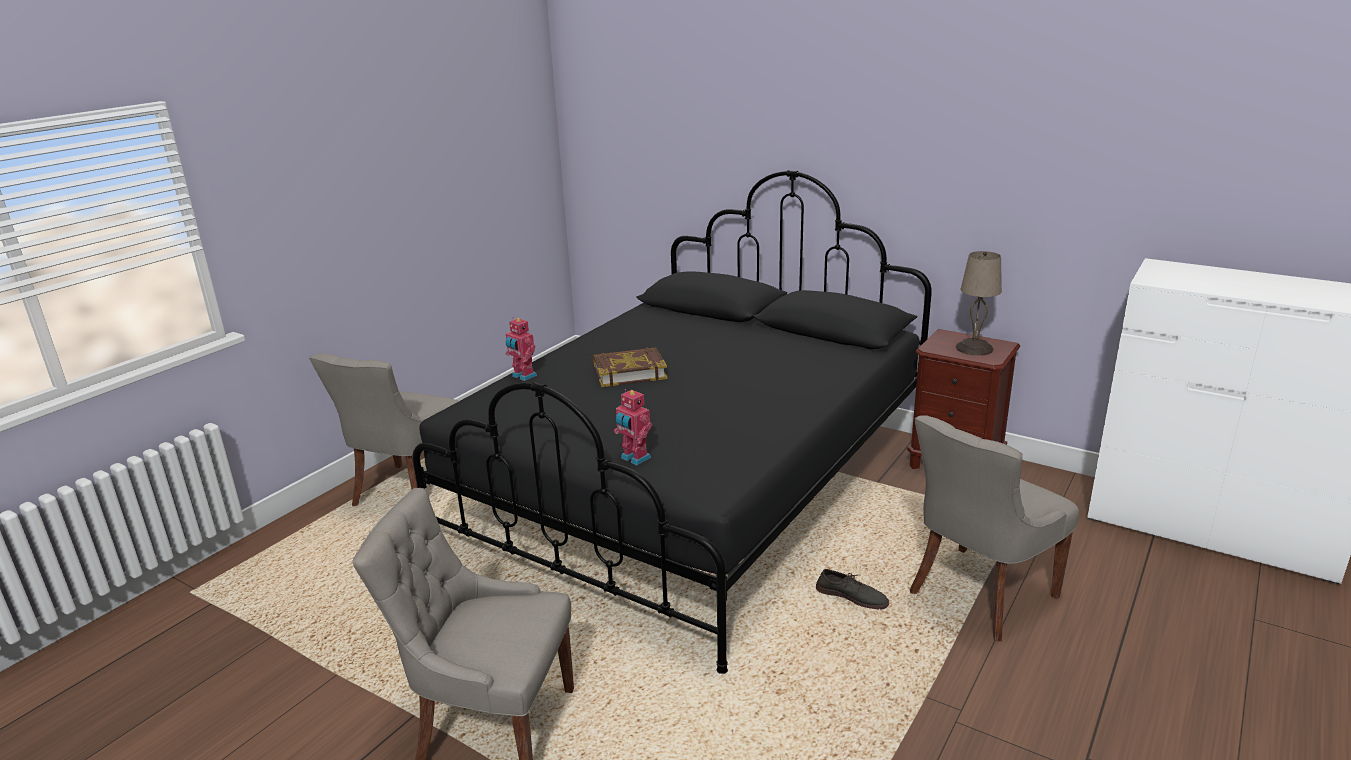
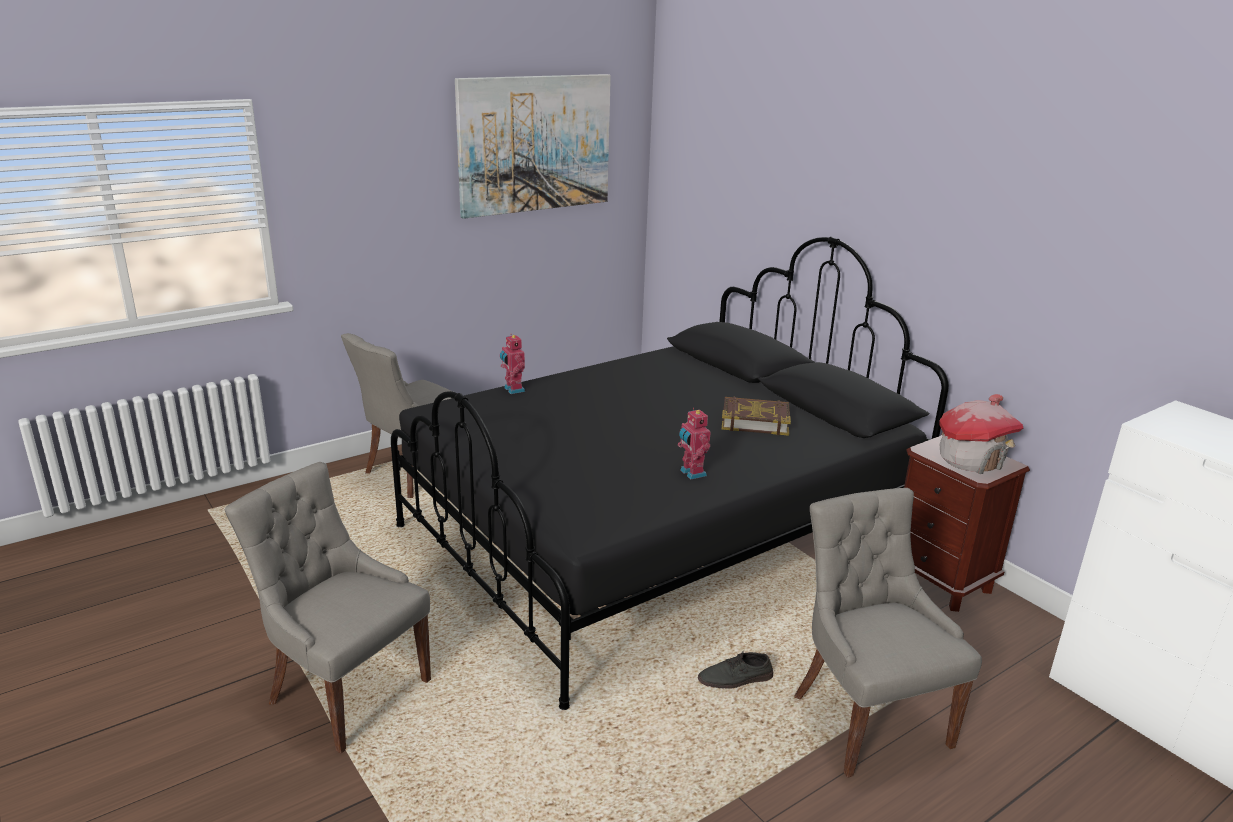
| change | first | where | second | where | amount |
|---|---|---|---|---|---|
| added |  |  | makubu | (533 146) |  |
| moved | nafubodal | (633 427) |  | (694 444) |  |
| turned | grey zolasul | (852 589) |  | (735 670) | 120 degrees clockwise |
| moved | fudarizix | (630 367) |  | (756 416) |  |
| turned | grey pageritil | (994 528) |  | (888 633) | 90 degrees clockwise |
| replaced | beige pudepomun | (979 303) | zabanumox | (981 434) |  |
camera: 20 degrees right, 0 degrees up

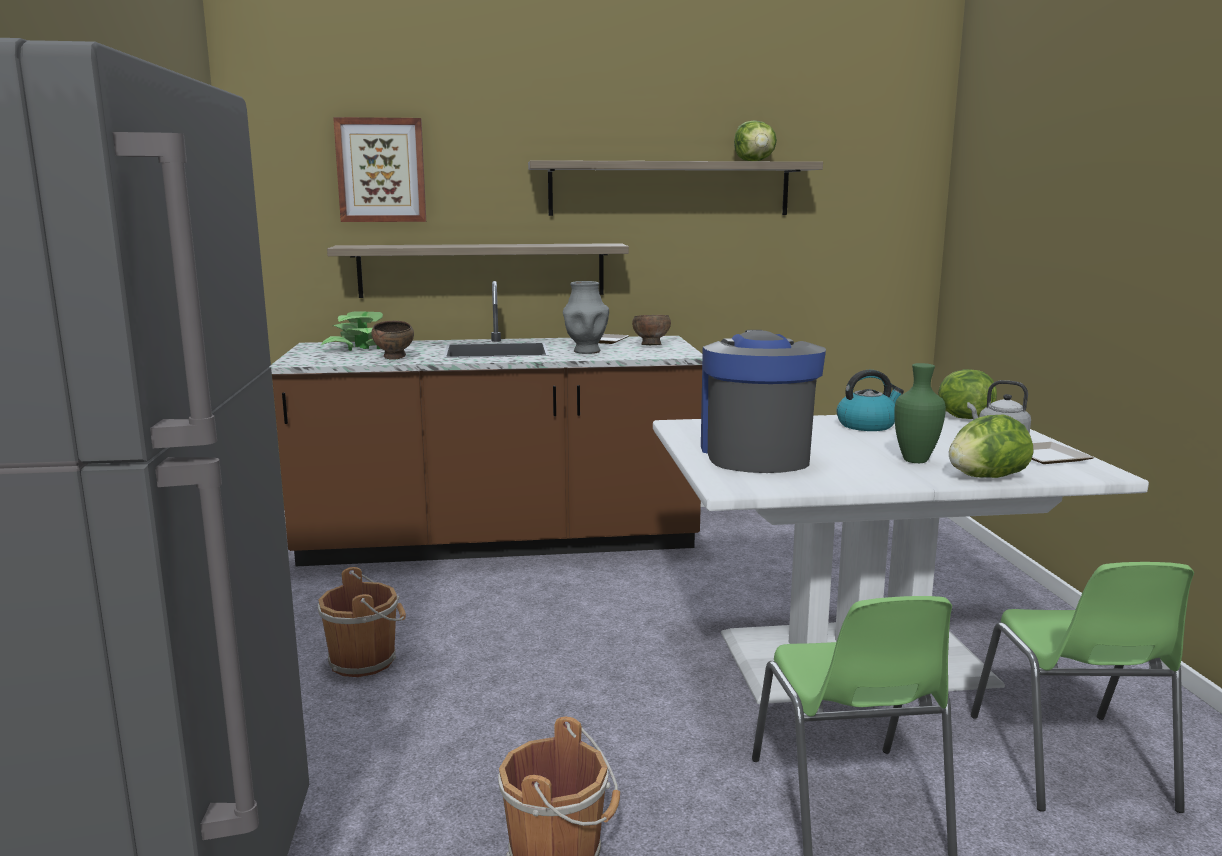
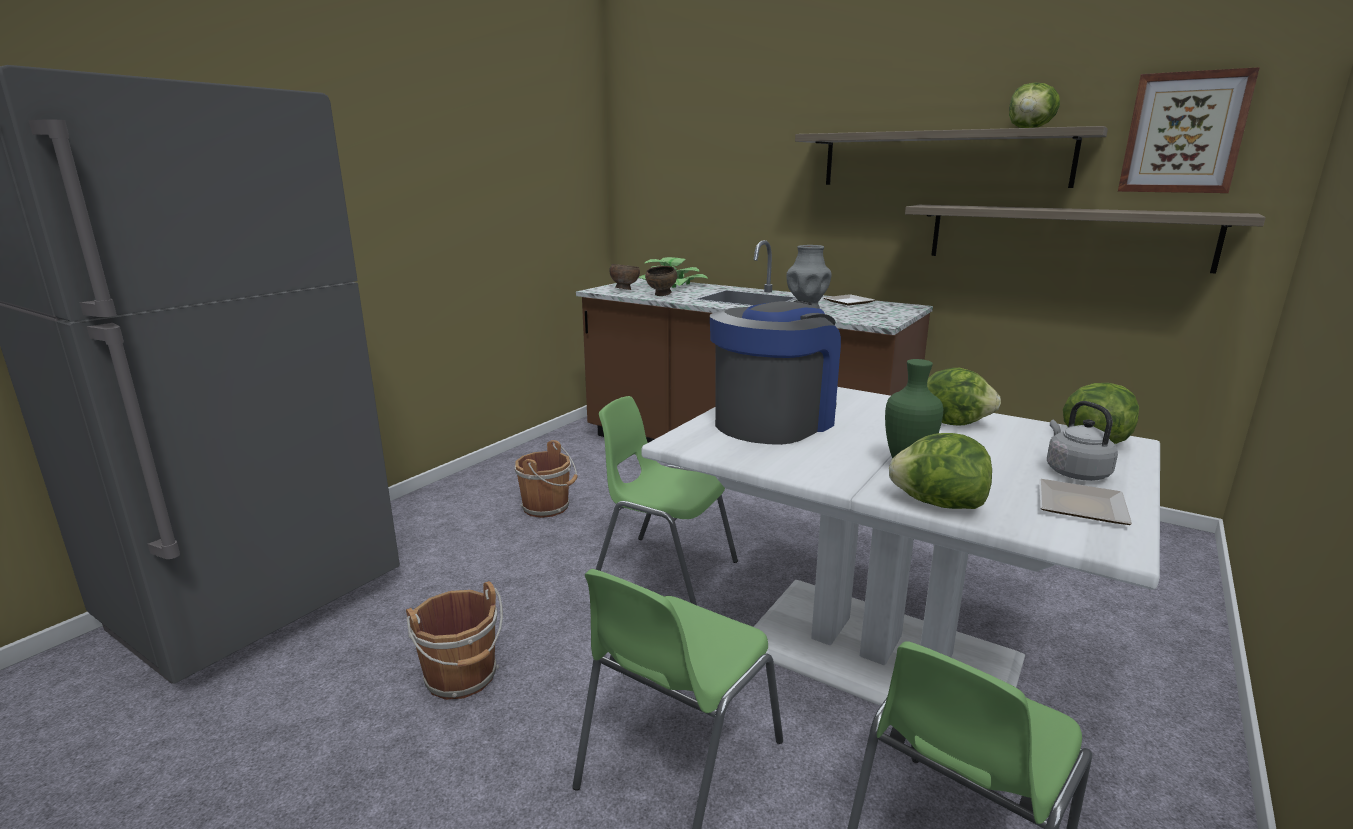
| change | first | where | second | where | amount |
|---|---|---|---|---|---|
| added |  |  | green pageritil | (667 500) |  |
| moved | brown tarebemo | (651 330) |  | (624 277) |  |
| moved | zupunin | (478 270) |  | (1085 239) |  |
| replaced | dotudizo | (870 400) | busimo | (964 397) |  |
| moved | makubu | (379 169) |  | (1189 130) |  |
camera: 40 degrees right, 5 degrees up

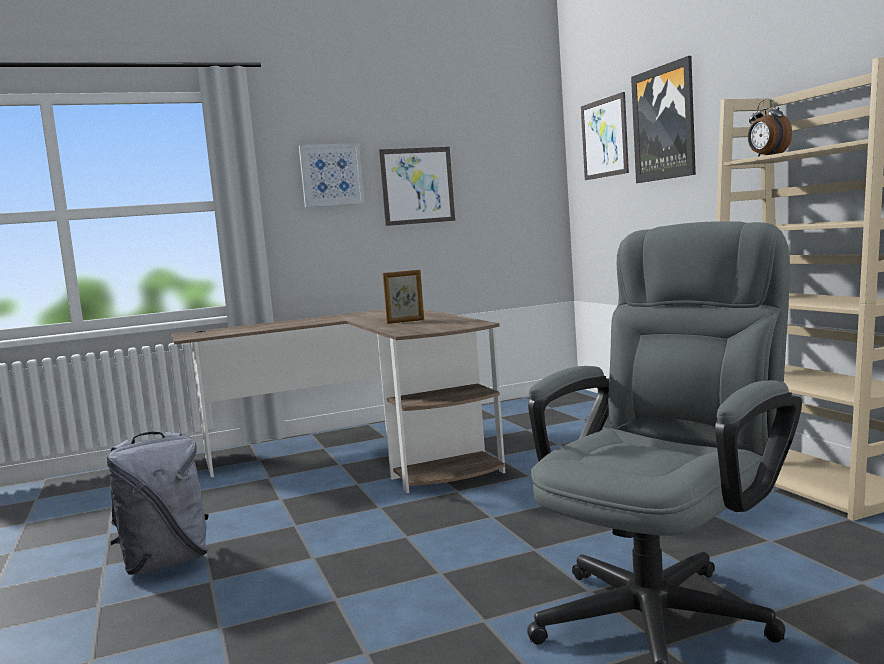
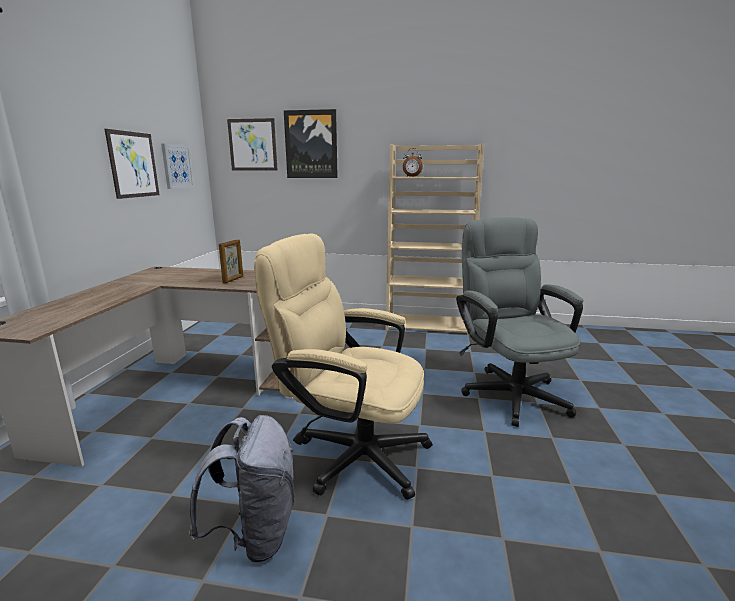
| change | first | where | second | where | amount |
|---|---|---|---|---|---|
| moved | makubu | (331 175) |  | (177 166) |  |
| added |  |  | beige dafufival | (343 366) |  |
camera: 60 degrees left, 10 degrees up

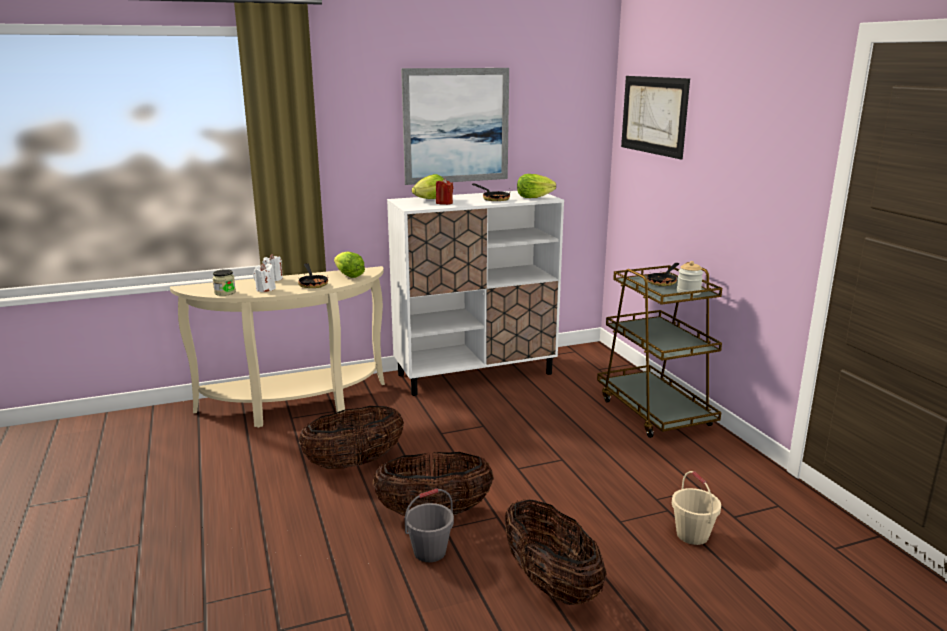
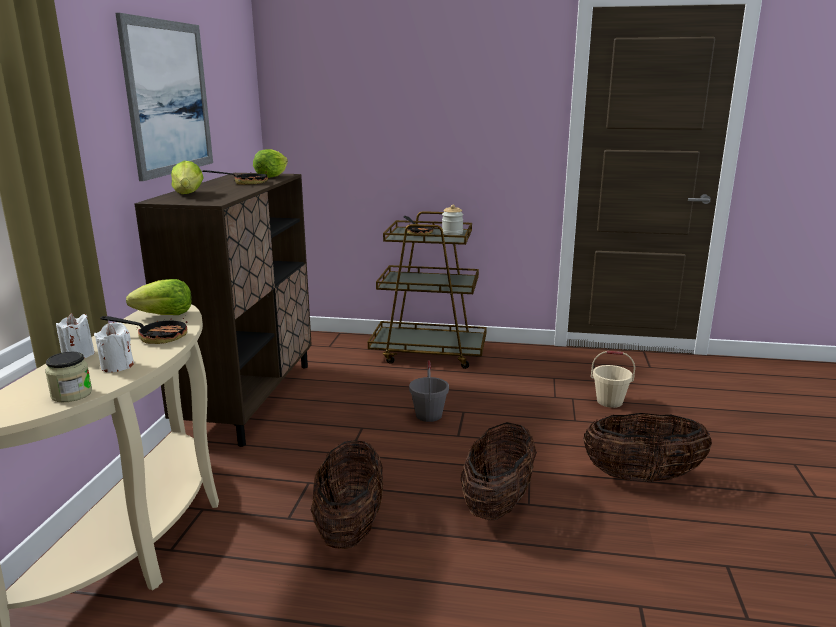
| change | first | where | second | where | amount |
|---|---|---|---|---|---|
| recoloured | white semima | (475 293) | brown semima | (223 310) |  |
| moved | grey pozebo | (429 525) |  | (429 391) |  |
| removed | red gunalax | (444 191) |  |  |  |
| removed | makubu | (655 117) |  |  |  |
camera: 60 degrees left, 0 degrees up

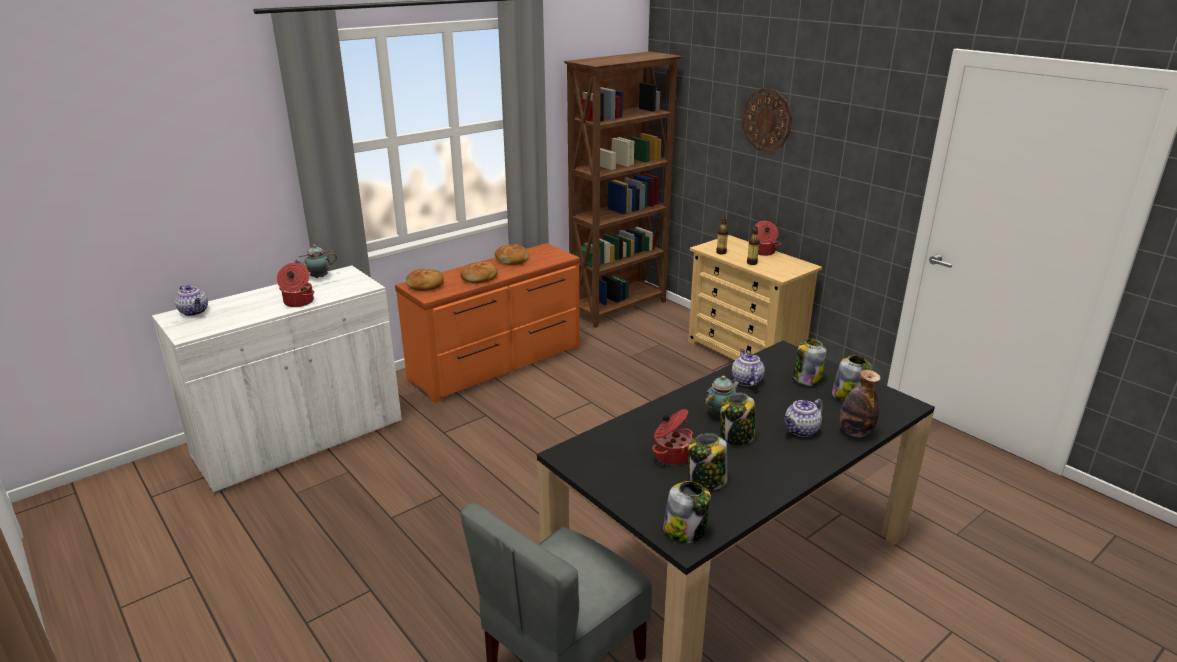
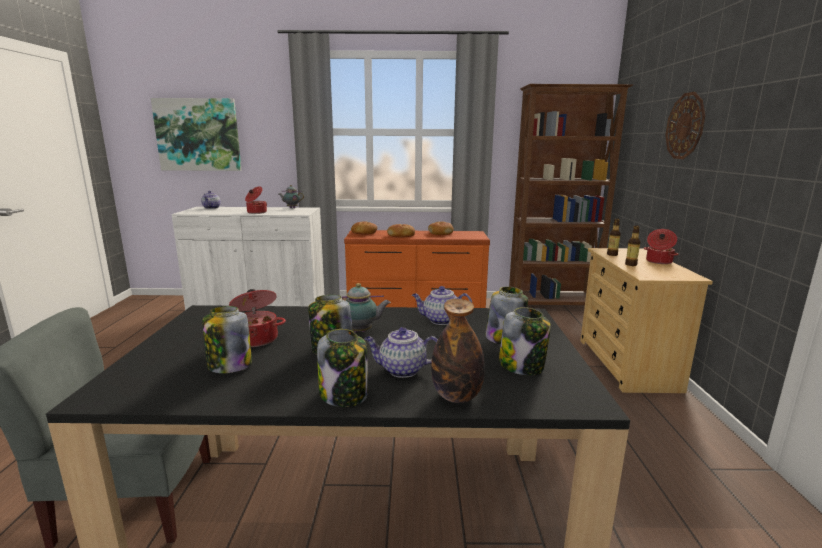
| change | first | where | second | where | amount |
|---|---|---|---|---|---|
| added |  |  | makubu | (196 134) |  |
| moved | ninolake | (687 512) |  | (342 368) |  |
| turned | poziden | (748 367) |  | (442 305) | 120 degrees counterclockwise |
camera: 40 degrees right, 10 degrees down

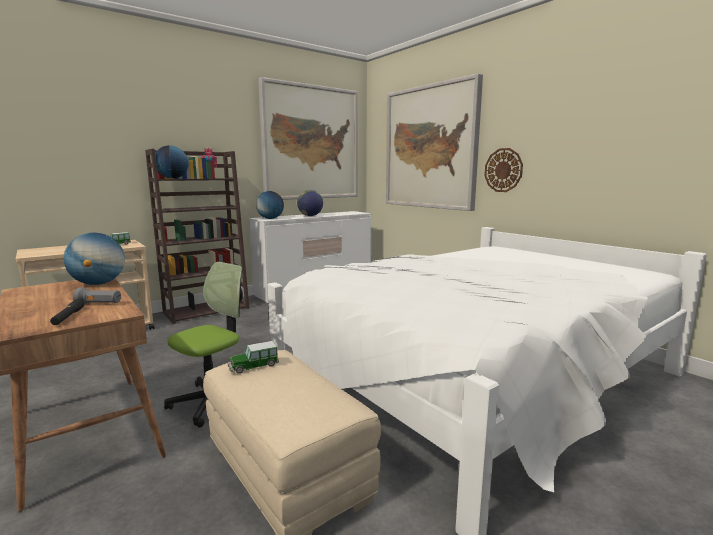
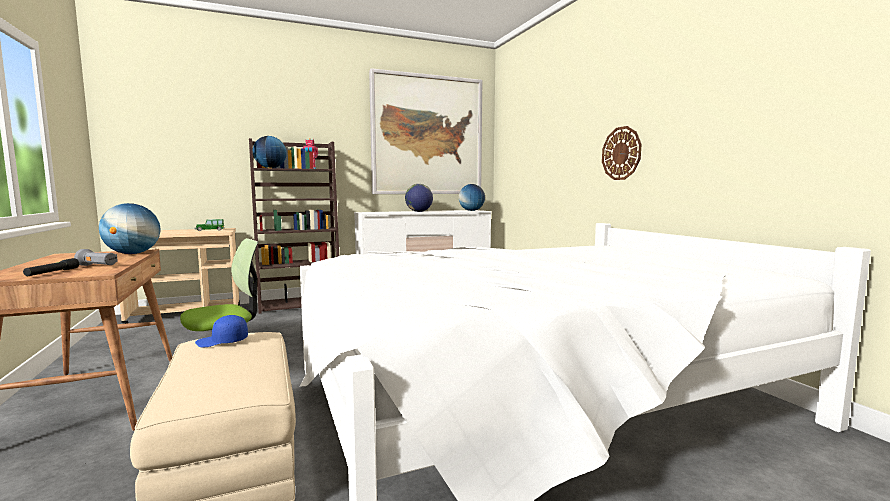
| change | first | where | second | where | amount |
|---|---|---|---|---|---|
| replaced | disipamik | (253 357) | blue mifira | (221 331) |  |
| moved | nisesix | (270 205) |  | (472 197) |  |
| removed | makubu | (434 142) |  |  |  |
camera: 15 degrees right, 5 degrees down

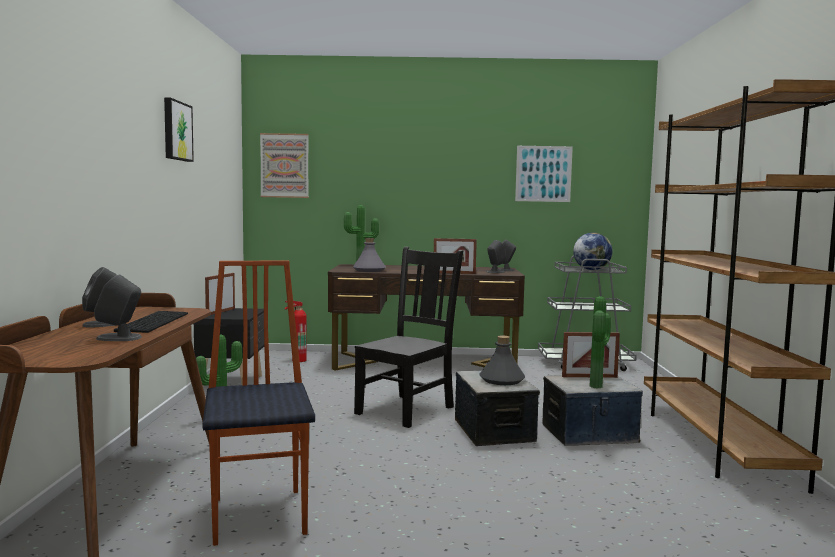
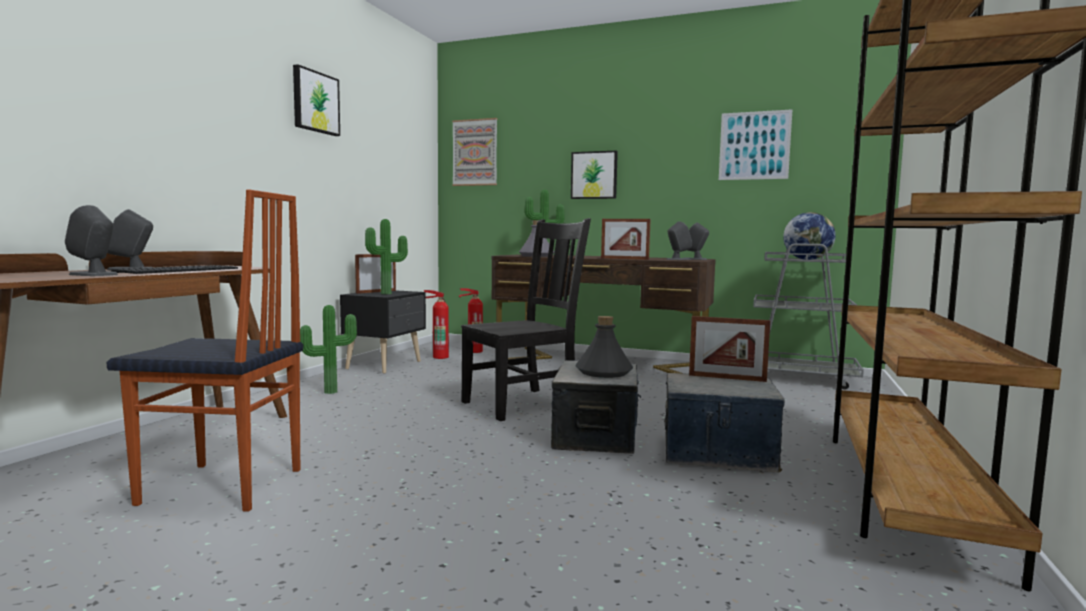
| change | first | where | second | where | amount |
|---|---|---|---|---|---|
| turned | pageritil | (259 403) |  | (205 350) | 90 degrees clockwise |
| moved | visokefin | (600 342) |  | (386 256) |  |
| added |  |  | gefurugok | (436 324) |  |
| added |  |  | makubu | (594 175) |  |
camera: 20 degrees right, 0 degrees up

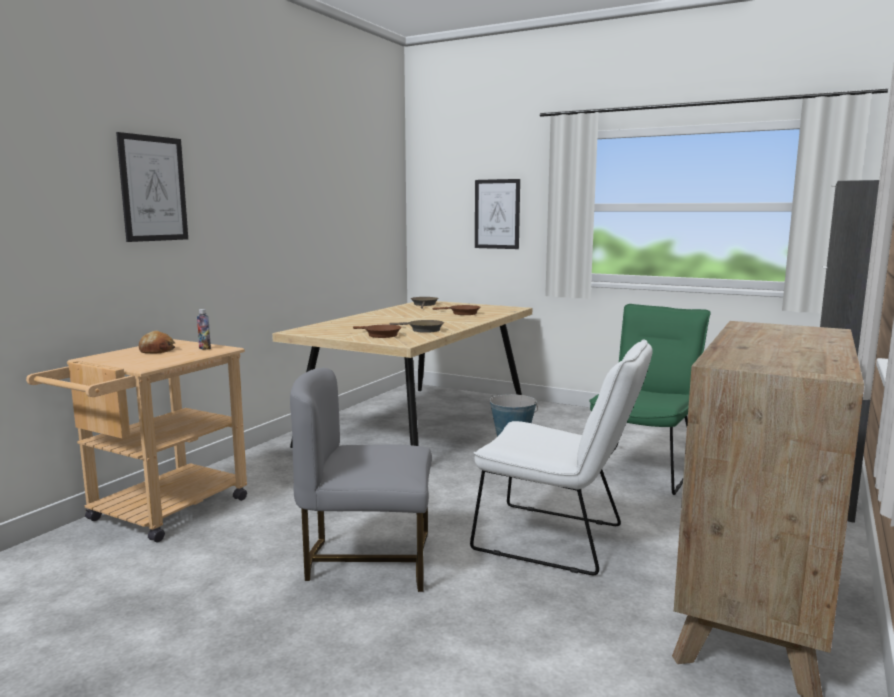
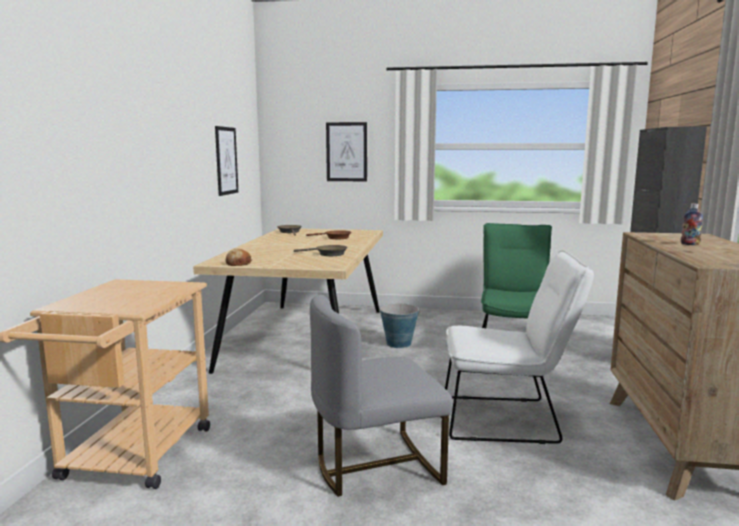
| change | first | where | second | where | amount |
|---|---|---|---|---|---|
| moved | makubu | (152 187) |  | (226 161) |  |
| moved | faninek | (157 342) |  | (239 257) |  |
| moved | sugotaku | (204 329) |  | (692 224) |  |
| removed | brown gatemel | (377 331) |  |  |  |
camera: 20 degrees left, 0 degrees up

